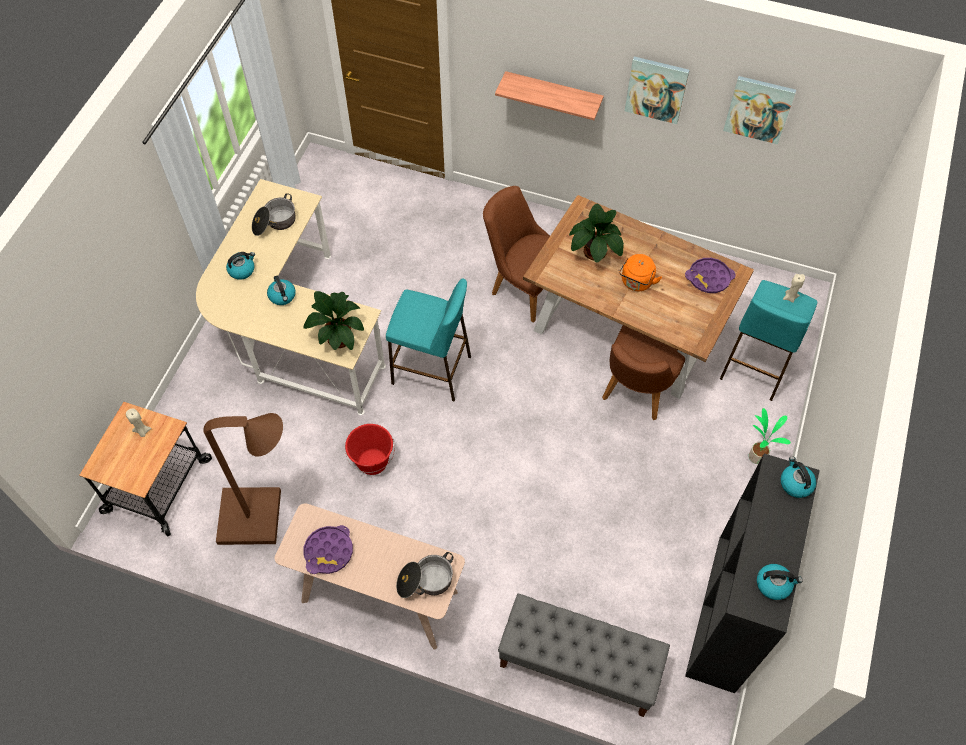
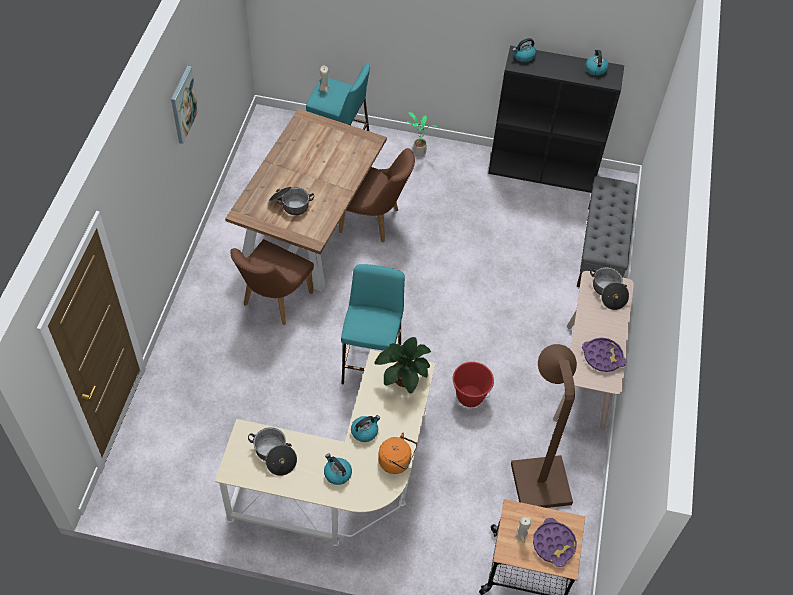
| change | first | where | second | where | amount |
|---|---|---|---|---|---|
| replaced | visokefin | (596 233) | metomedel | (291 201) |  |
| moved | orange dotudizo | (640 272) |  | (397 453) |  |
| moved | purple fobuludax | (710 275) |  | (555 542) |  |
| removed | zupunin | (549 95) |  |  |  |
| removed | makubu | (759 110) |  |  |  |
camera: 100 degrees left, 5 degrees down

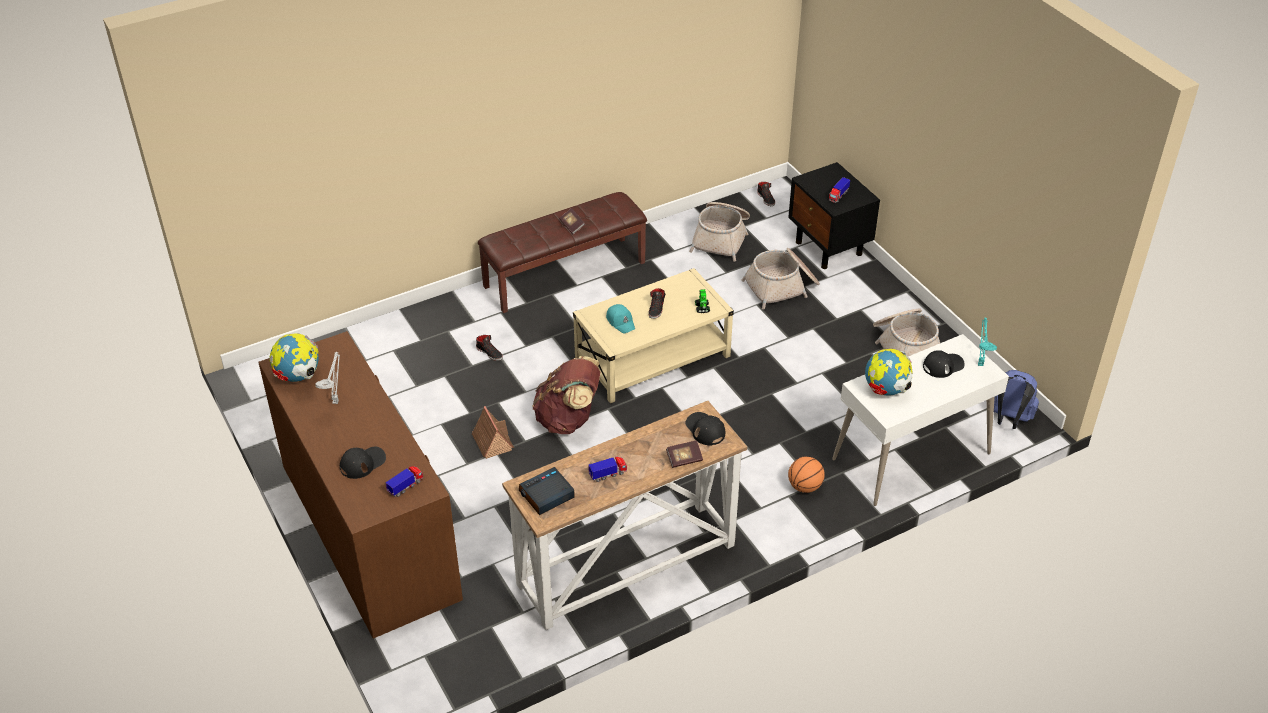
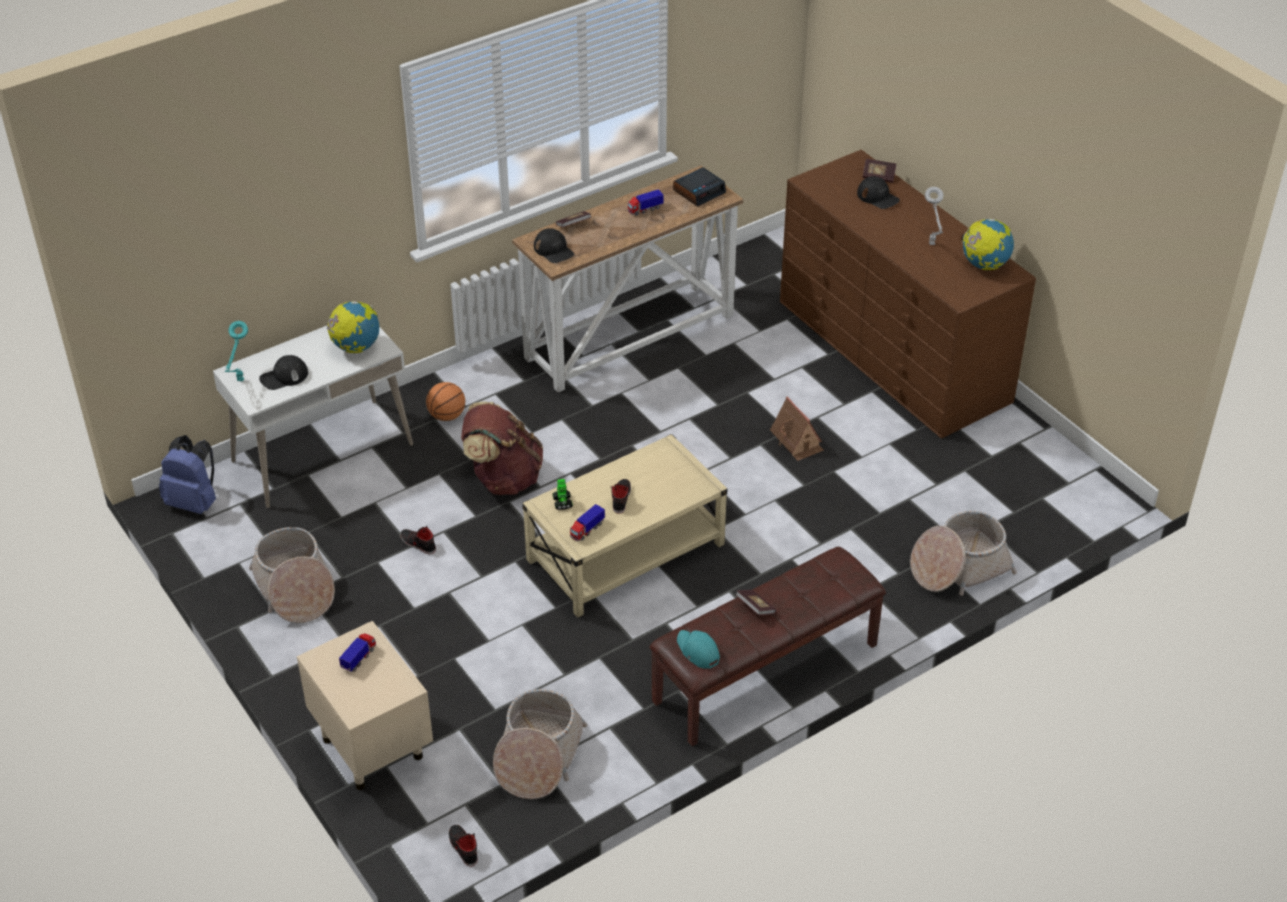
| change | first | where | second | where | amount |
|---|---|---|---|---|---|
| recoloured | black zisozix | (834 215) | beige zisozix | (365 705) |  |
| moved | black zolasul | (489 348) |  | (418 540) |  |
| moved | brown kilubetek | (566 395) |  | (502 448) |  |
| moved | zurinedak | (404 481) |  | (587 523) |  |
| moved | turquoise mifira | (620 319) |  | (698 649) |  |
| turned | black mifira | (363 463) |  | (878 192) | 90 degrees counterclockwise |
| added |  |  | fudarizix | (879 171) |  |
| moved | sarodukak | (780 279) |  | (963 553) |  |
camera: 175 degrees right, 0 degrees up

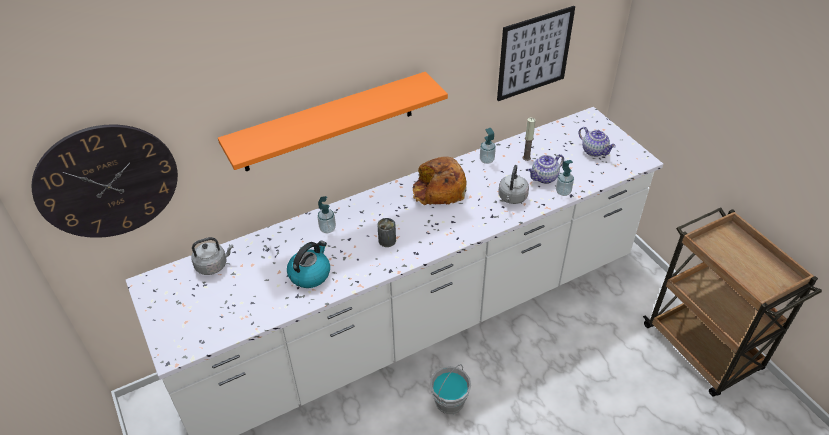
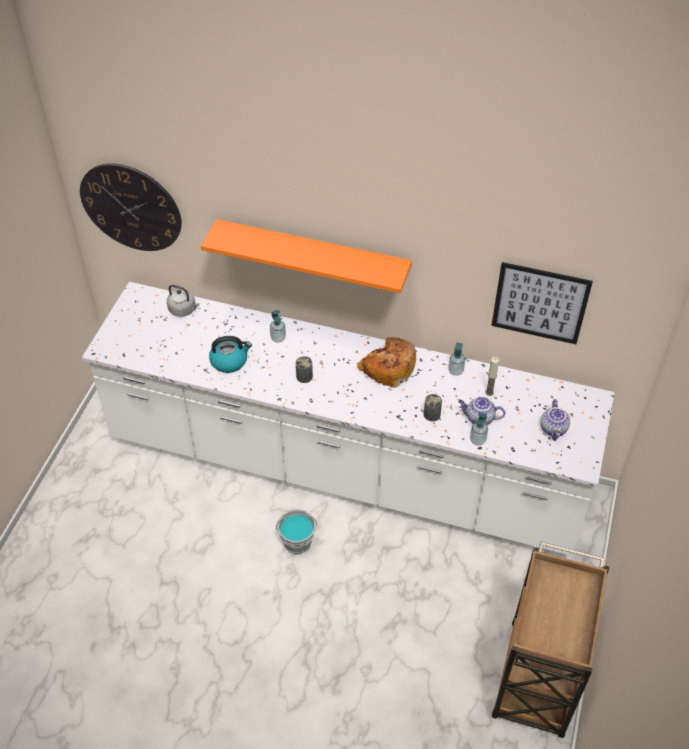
| change | first | where | second | where | amount |
|---|---|---|---|---|---|
| replaced | grey dotudizo | (513 184) | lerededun | (433 407) |  |
camera: 45 degrees right, 5 degrees up

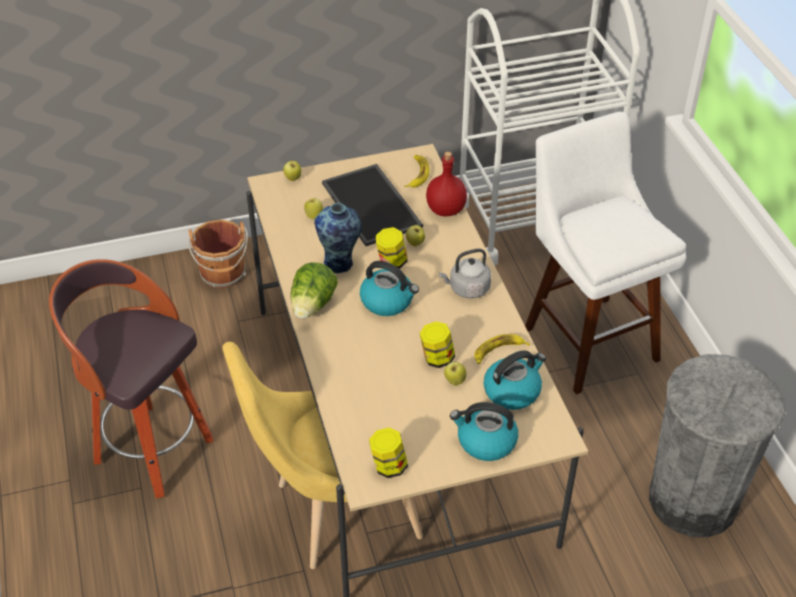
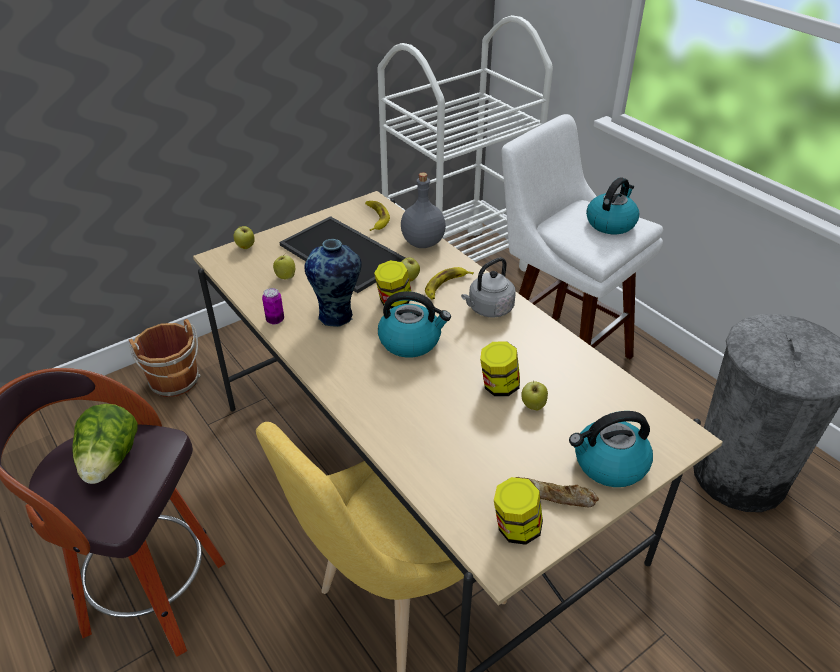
| change | first | where | second | where | amount |
|---|---|---|---|---|---|
| moved | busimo | (314 290) |  | (105 444) |  |
| added |  |  | lerededun | (273 306) |  |
| recoloured | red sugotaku | (446 184) | grey sugotaku | (423 210) |  |
| moved | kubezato | (502 349) |  | (449 283) |  |
| added |  |  | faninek | (557 492) |  |
| moved | dotudizo | (515 380) |  | (612 205) |  |
camera: 20 degrees left, 5 degrees down

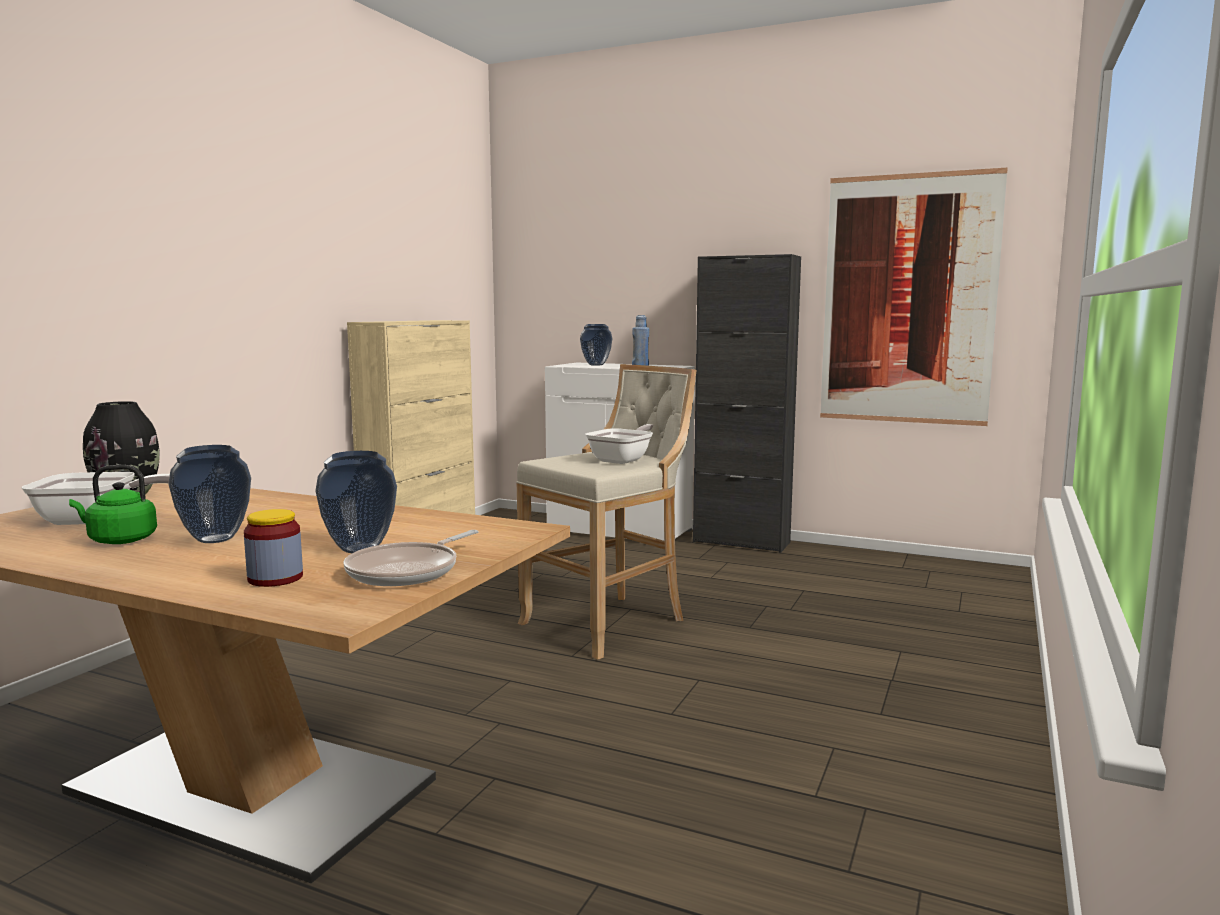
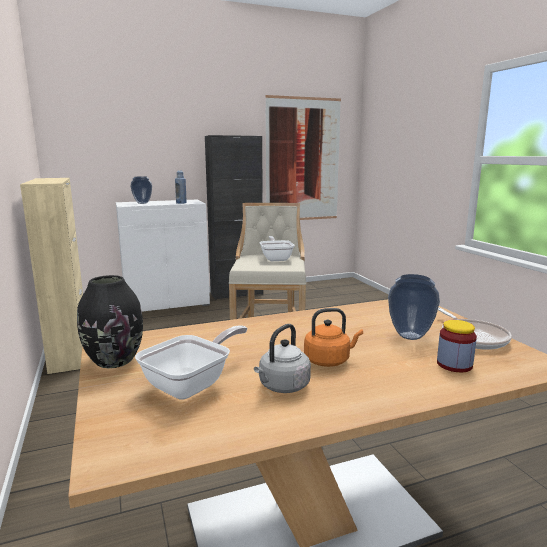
| change | first | where | second | where | amount |
|---|---|---|---|---|---|
| recoloured | green dotudizo | (113 504) | grey dotudizo | (282 358) |  |
| replaced | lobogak | (209 494) | orange dotudizo | (333 337) |  |
camera: 45 degrees left, 5 degrees up

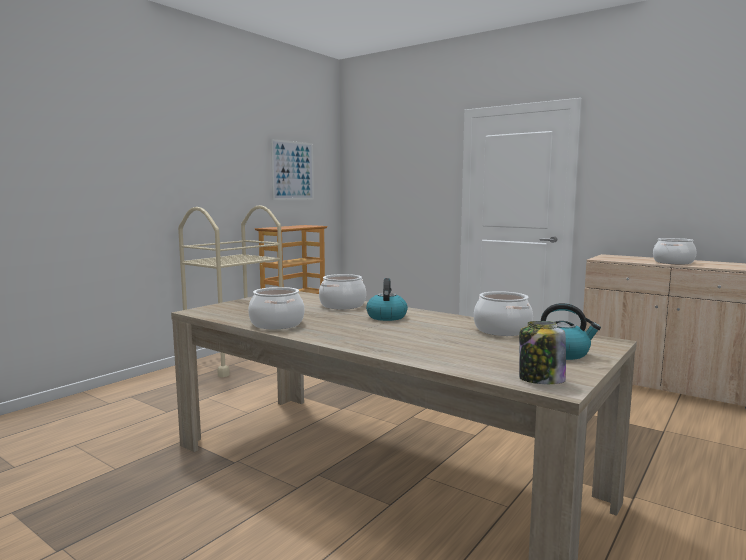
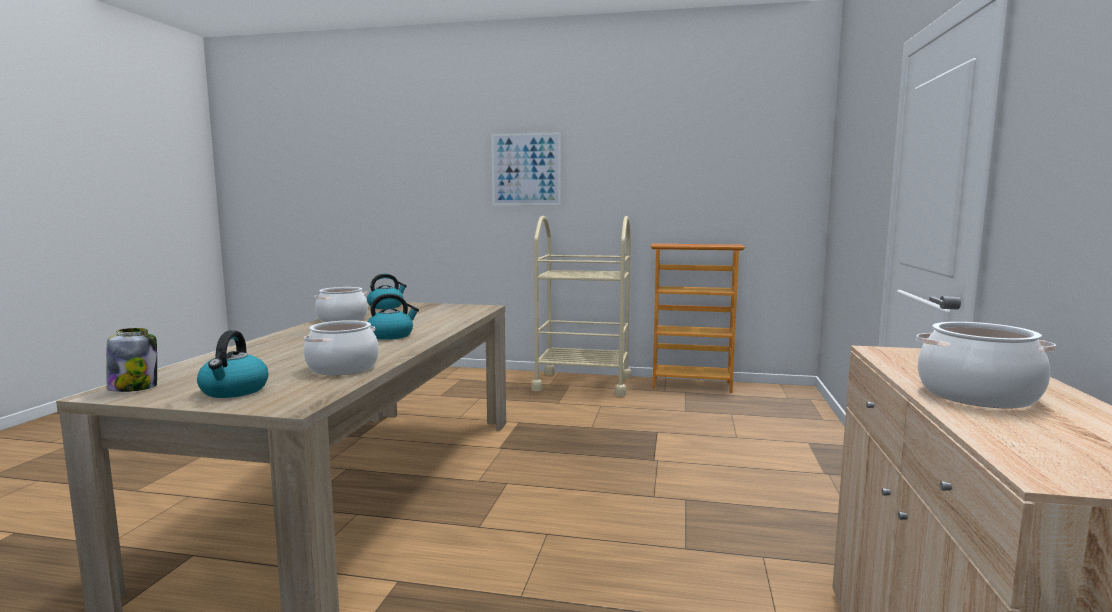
| change | first | where | second | where | amount |
|---|---|---|---|---|---|
| added |  |  | dotudizo | (387 291) |  |
| moved | makubu | (292 169) |  | (526 168) |  |
| removed | metomedel | (342 292) |  |  |  |
camera: 65 degrees right, 0 degrees up

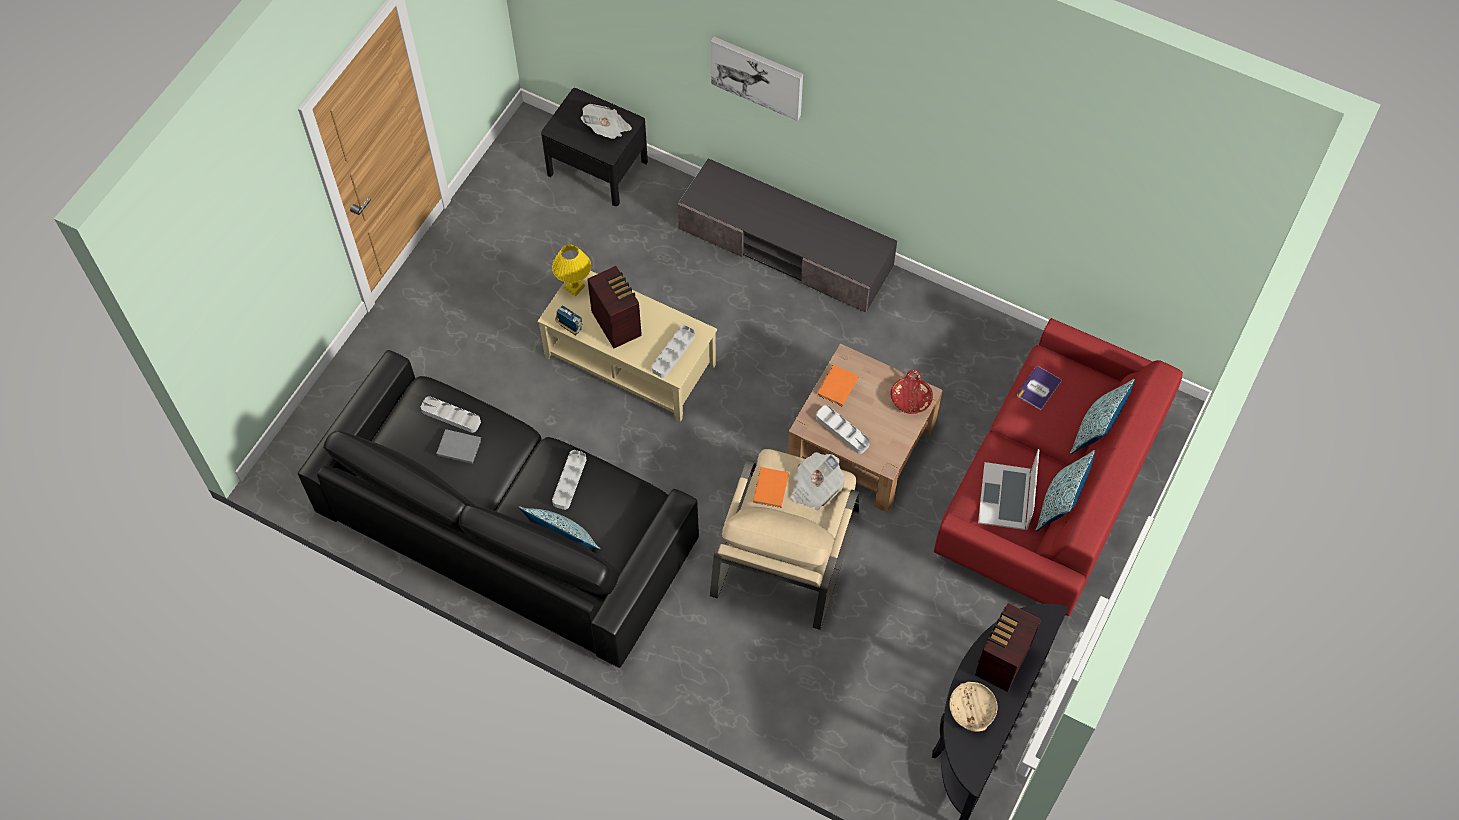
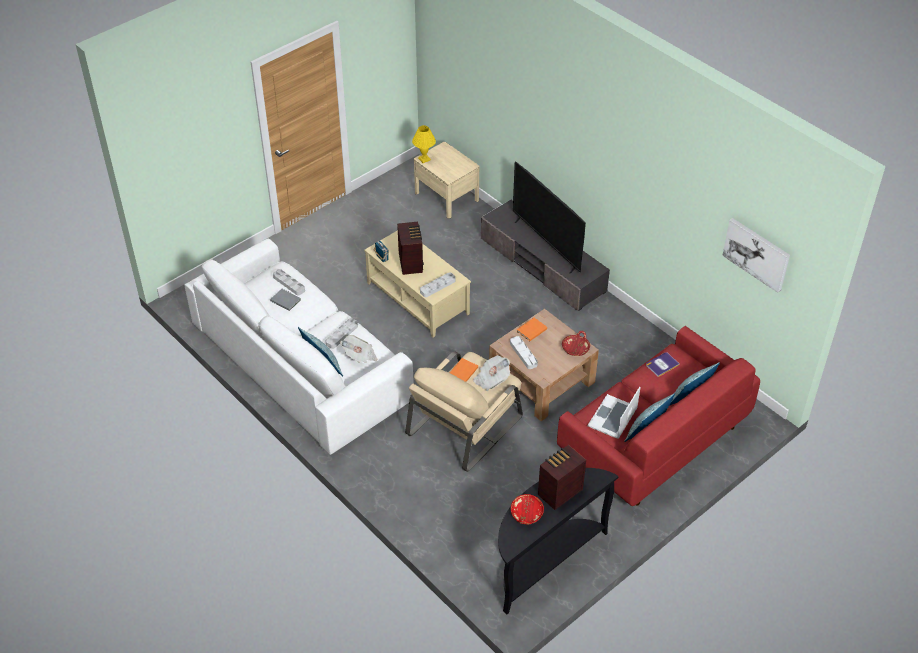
| change | first | where | second | where | amount |
|---|---|---|---|---|---|
| recoloured | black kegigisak | (498 509) | white kegigisak | (299 347) |  |
| moved | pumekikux | (606 121) |  | (359 349) |  |
| moved | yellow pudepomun | (571 270) |  | (424 144) |  |
| recoloured | black zisozix | (594 147) | beige zisozix | (446 180) |  |
| recoloured | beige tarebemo | (973 707) | red tarebemo | (527 509) |  |
| added |  |  | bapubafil | (549 217) |  |
| moved | makubu | (757 79) |  | (756 255) |  |
camera: 20 degrees right, 15 degrees down

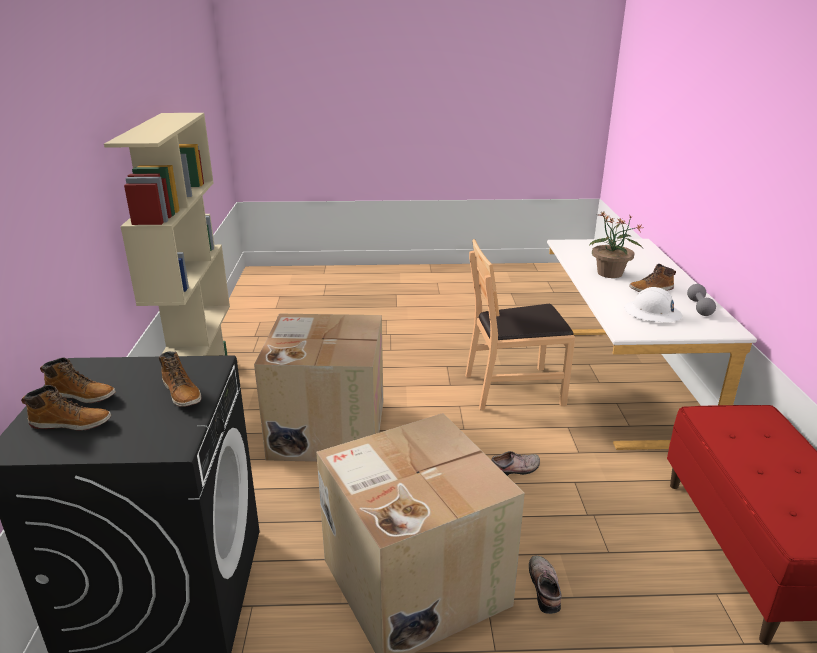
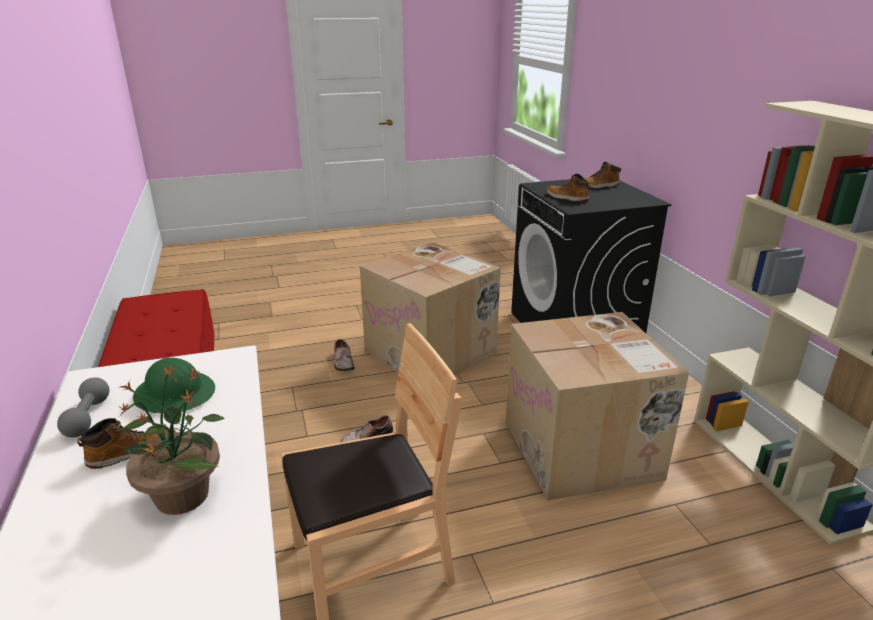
| change | first | where | second | where | amount |
|---|---|---|---|---|---|
| recoloured | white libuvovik | (653 304) | green libuvovik | (174 385) |  |
| removed | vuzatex | (78 380) |  |  |  |
camera: 165 degrees right, 0 degrees up

